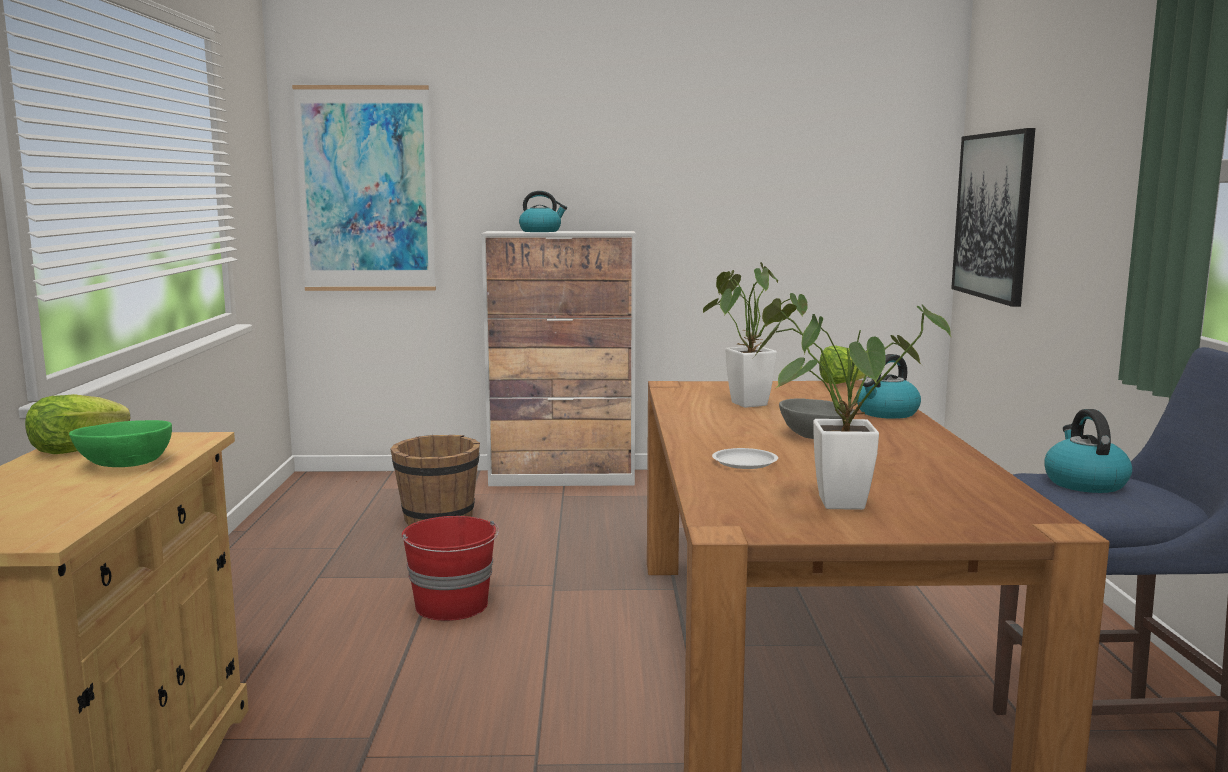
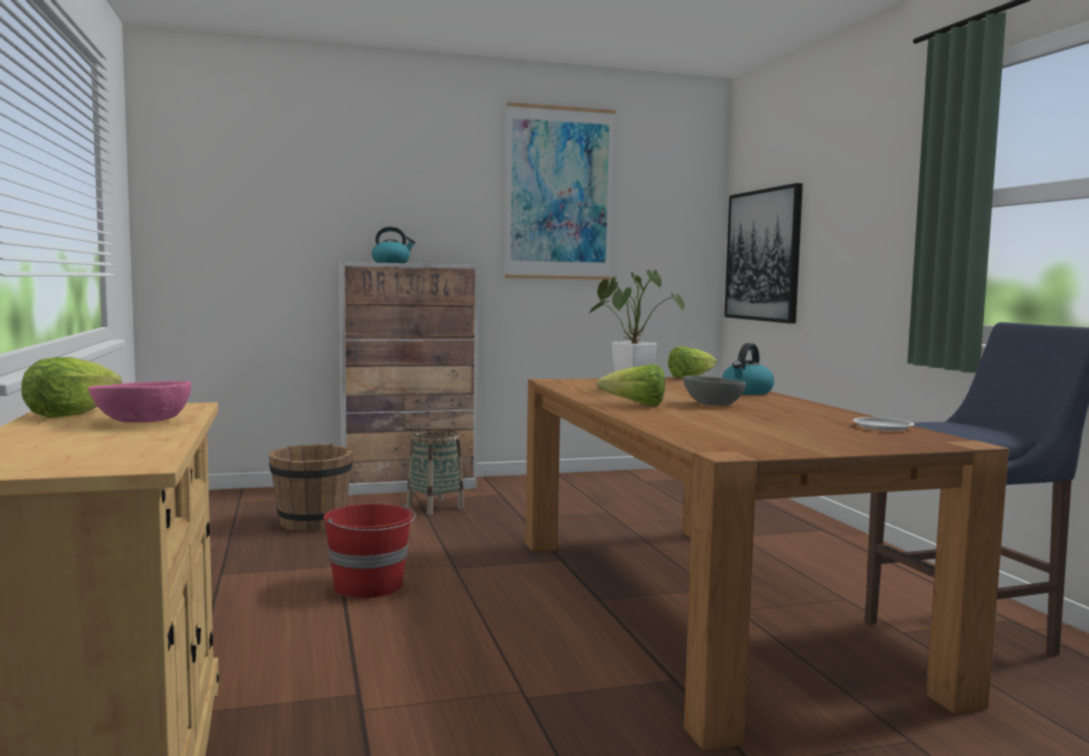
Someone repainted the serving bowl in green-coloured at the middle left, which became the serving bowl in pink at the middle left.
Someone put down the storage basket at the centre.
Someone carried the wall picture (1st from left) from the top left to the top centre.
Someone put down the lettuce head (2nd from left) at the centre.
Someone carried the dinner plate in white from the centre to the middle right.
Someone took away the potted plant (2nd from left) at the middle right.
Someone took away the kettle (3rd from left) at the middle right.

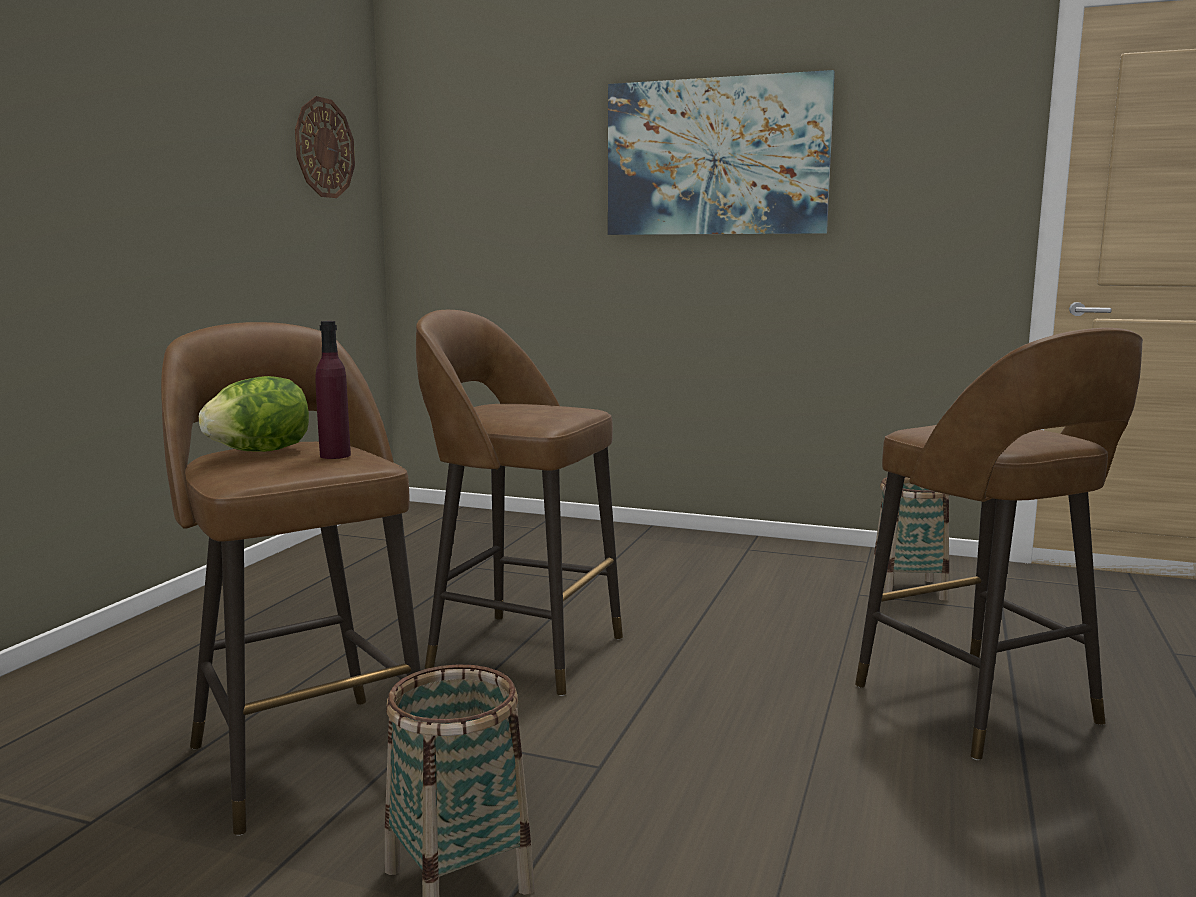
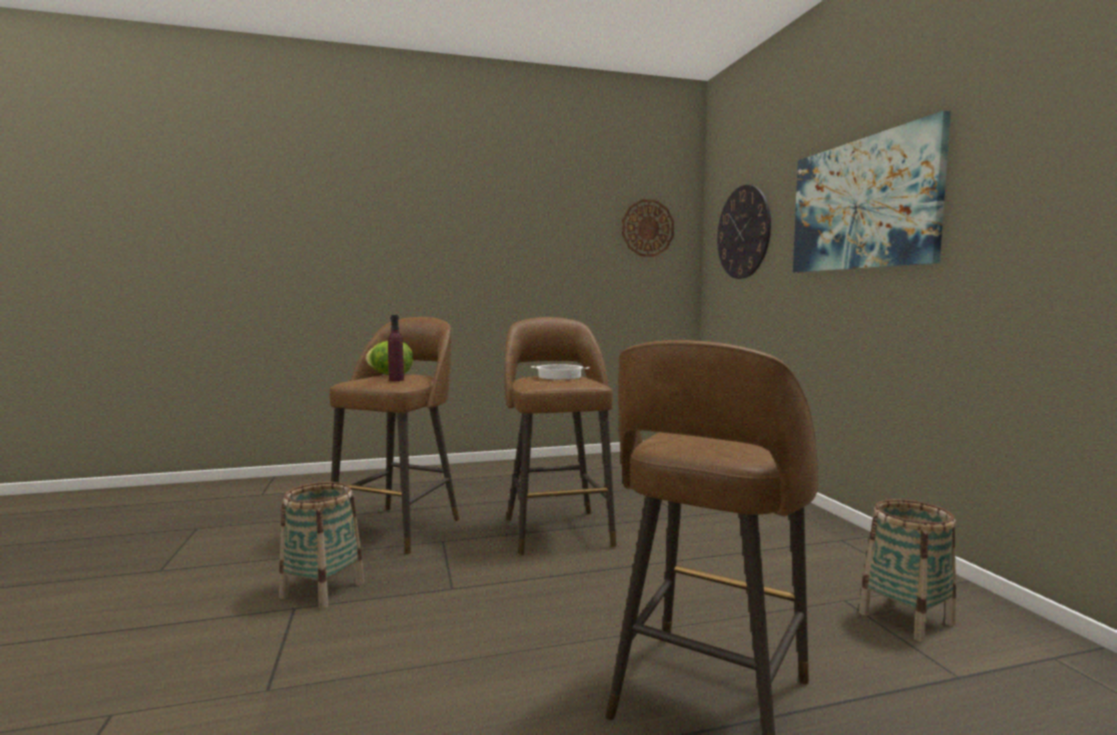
Someone put down the stockpot at the centre.
Someone put up the clock on the wall (2nd from left) at the top centre.

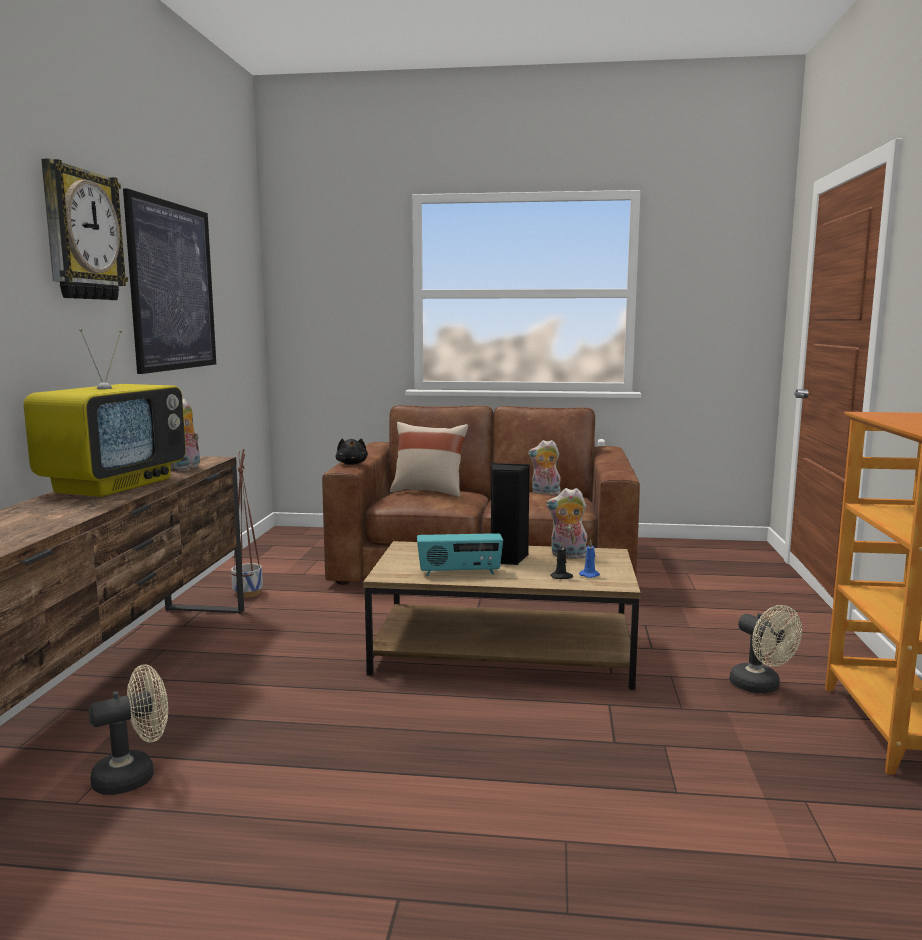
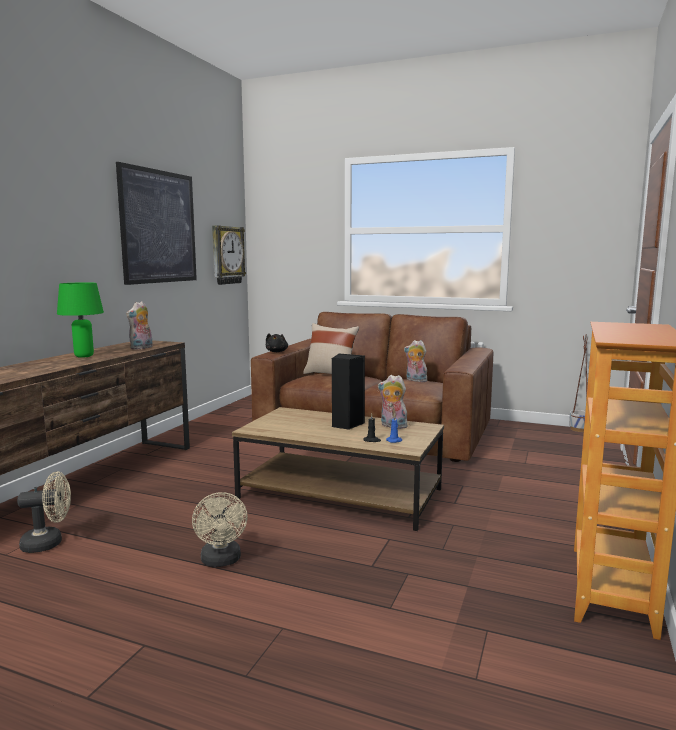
Someone swapped the TV at the middle left for the tabletop lamp in green-coloured at the middle left.
Someone carried the cooling fan in beige (2nd from left) from the bottom right to the bottom left.
Someone carried the clock on the wall from the top left to the centre.
Someone carried the plant pot from the middle left to the middle right.
Someone took away the radio receiver at the centre.

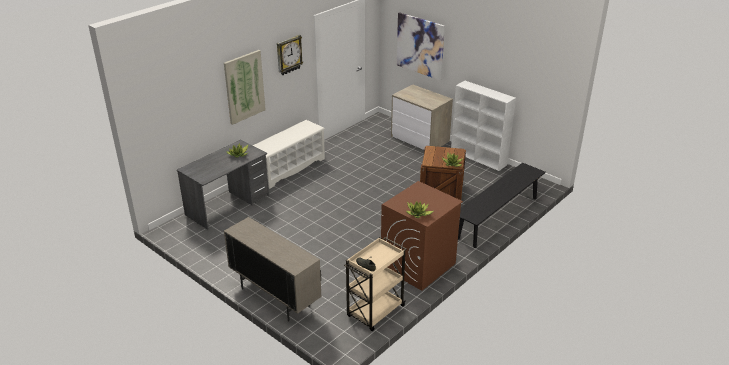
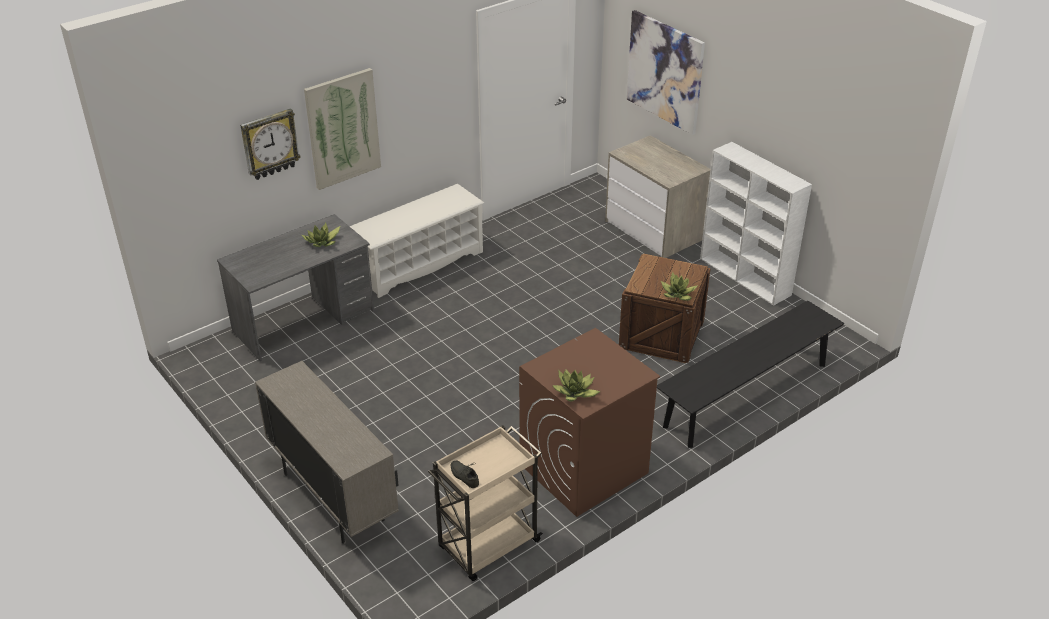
Someone carried the clock on the wall from the top centre to the top left.

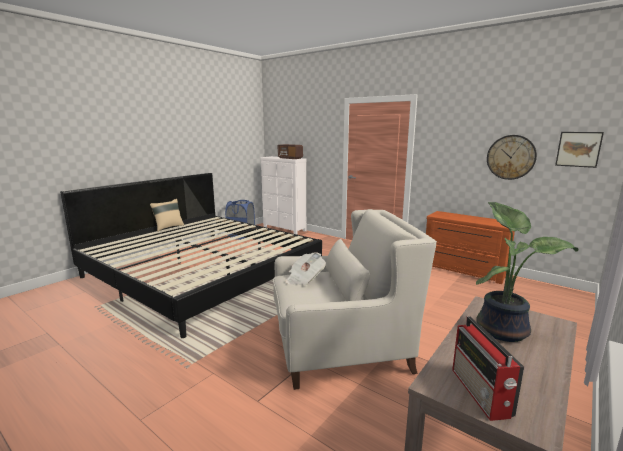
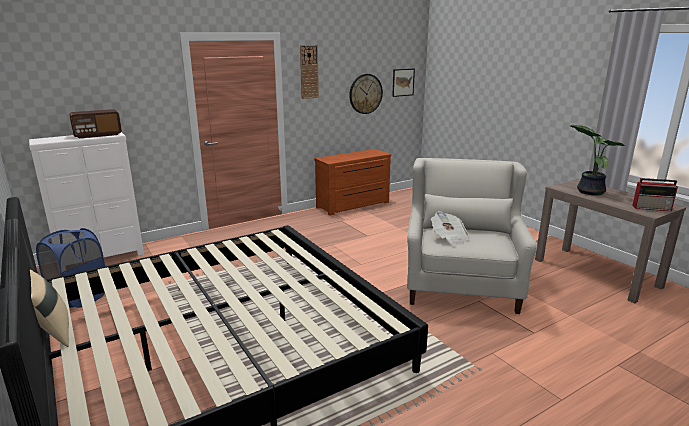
Someone put up the clock on the wall (1st from left) at the top centre.

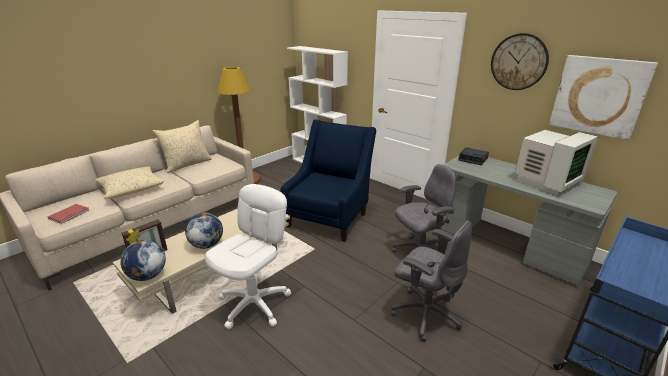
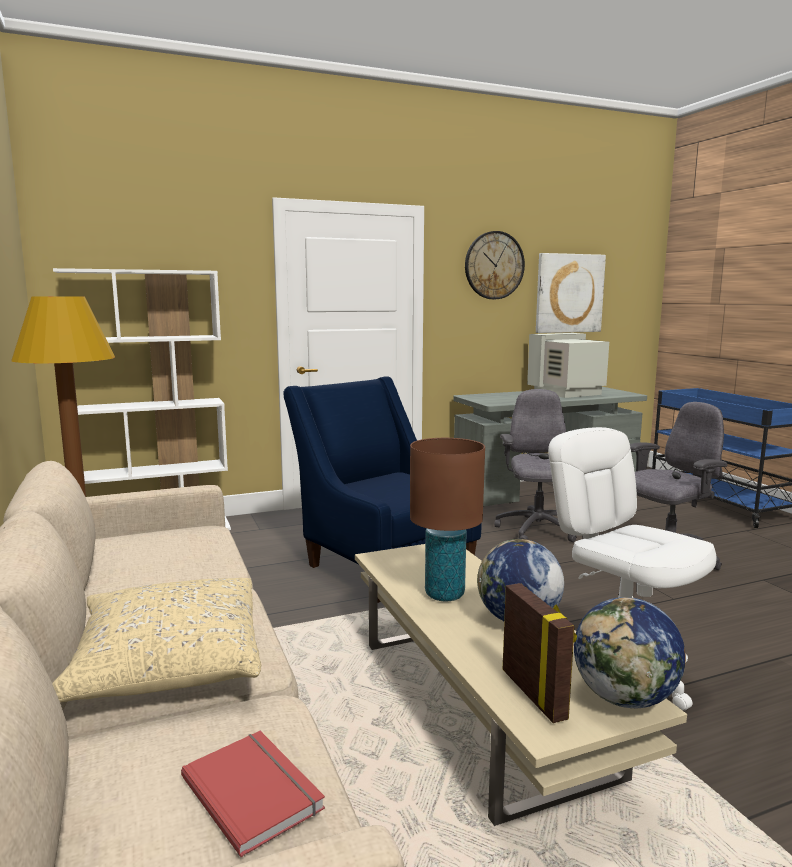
Someone put down the tabletop lamp in brown at the centre.
Someone rotated the monitor at the middle right by 105 degrees counterclockwise.
Someone took away the cushion in beige (2nd from left) at the middle left.
Someone took away the bedside clock at the middle right.

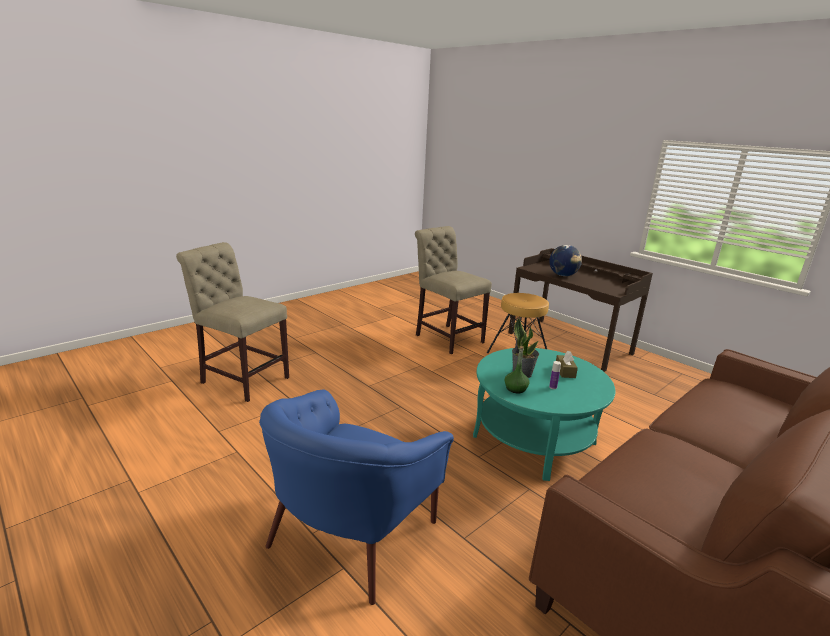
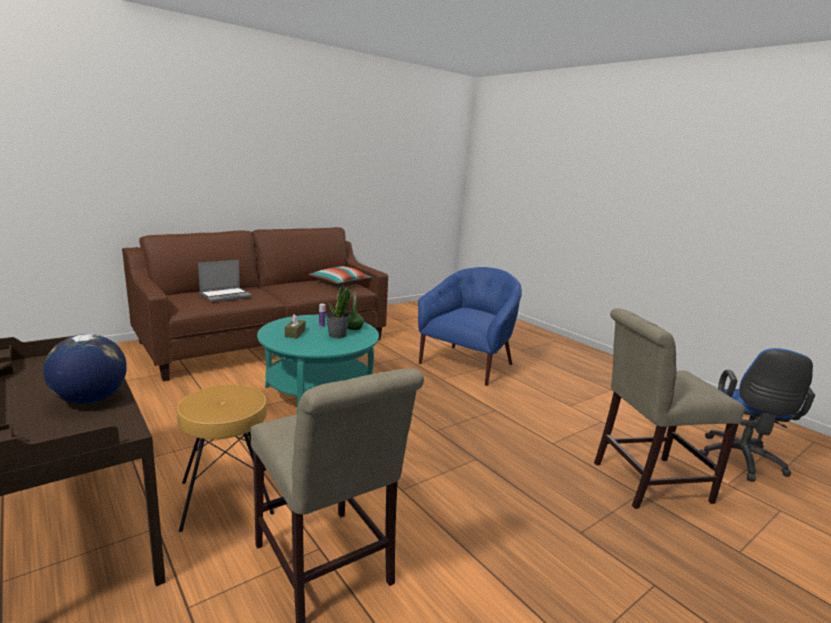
Someone put down the portable computer at the middle left.
Someone put down the cushion at the centre.
Someone rotated the plain chair in beige (1st from left in the first image) at the middle left by 135 degrees clockwise.
Someone put down the computer chair in blue-coloured at the middle right.

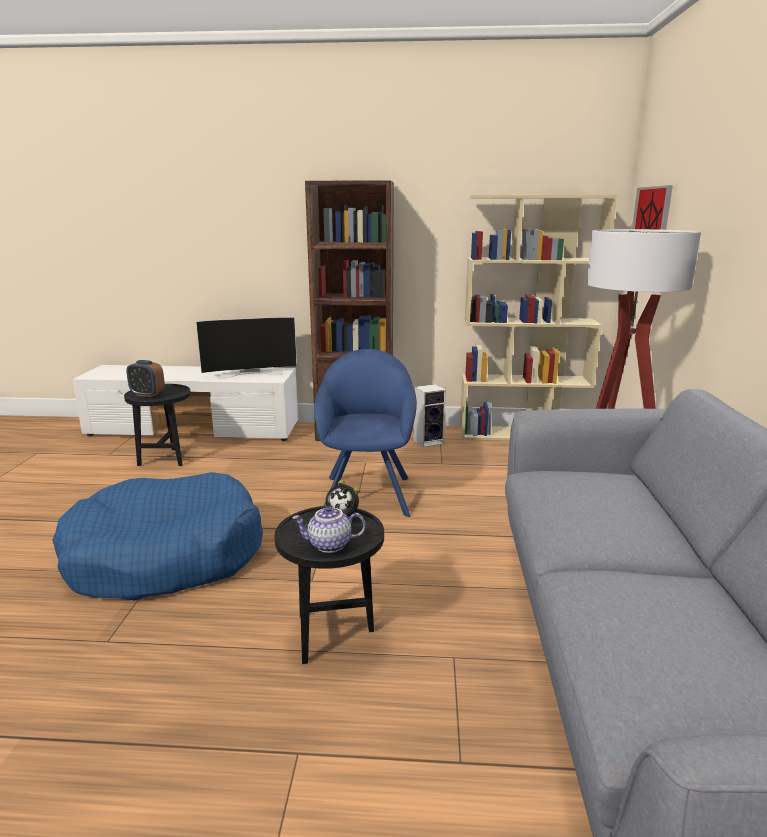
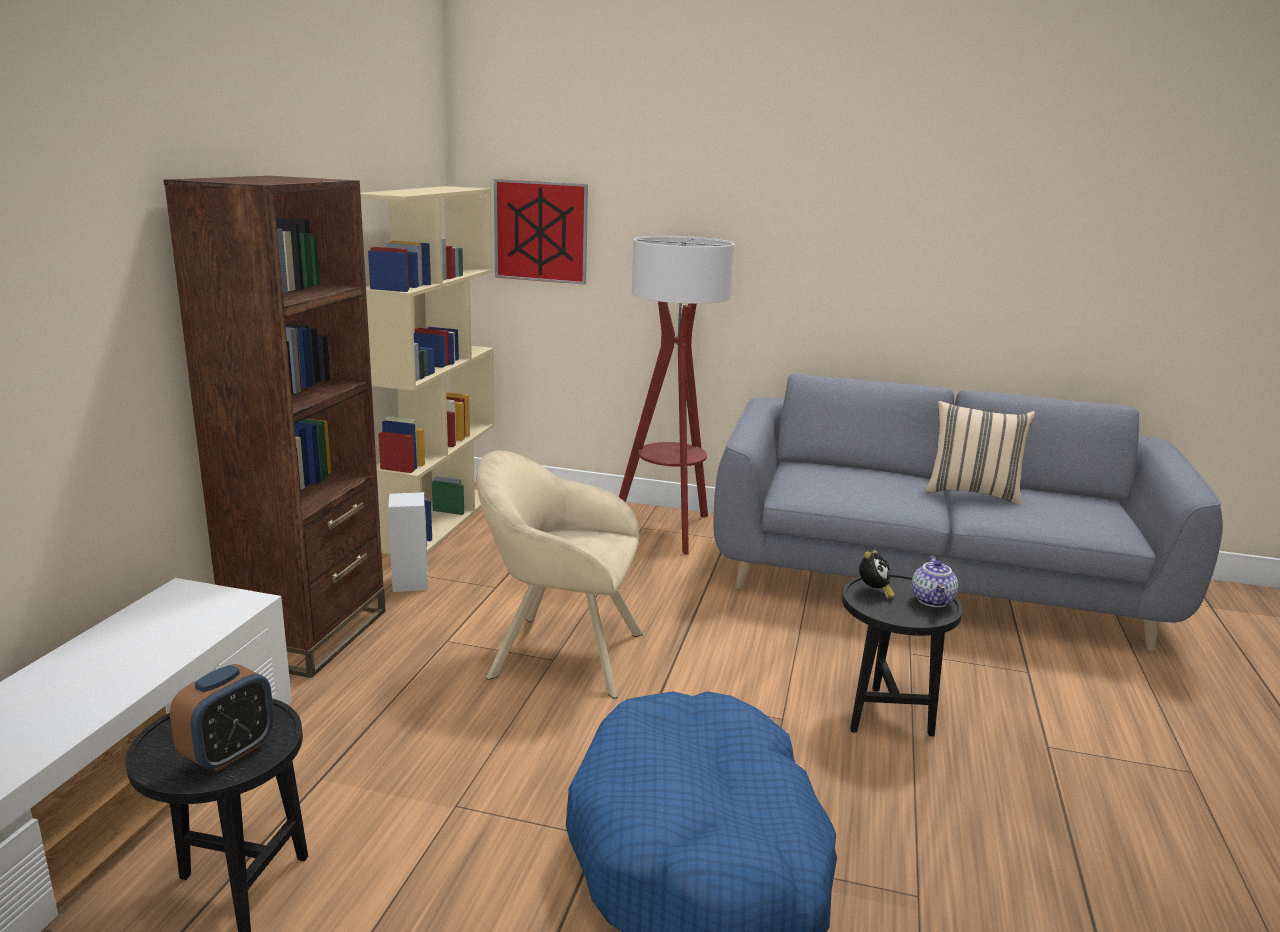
Someone repainted the armchair in blue-coloured at the centre, which became the armchair in beige at the centre.
Someone put down the cushion in beige at the middle right.
Someone took away the TV at the middle left.

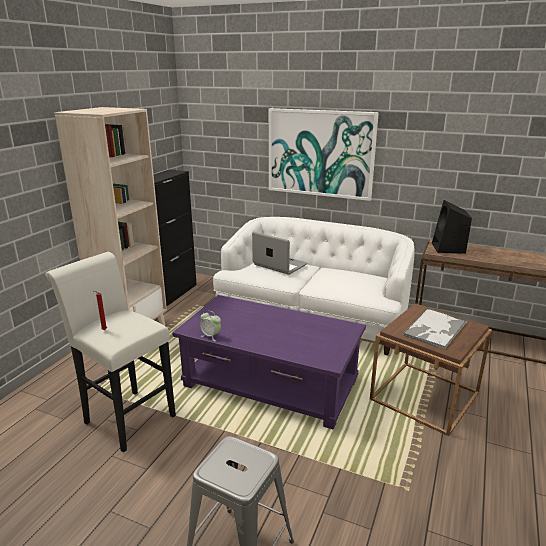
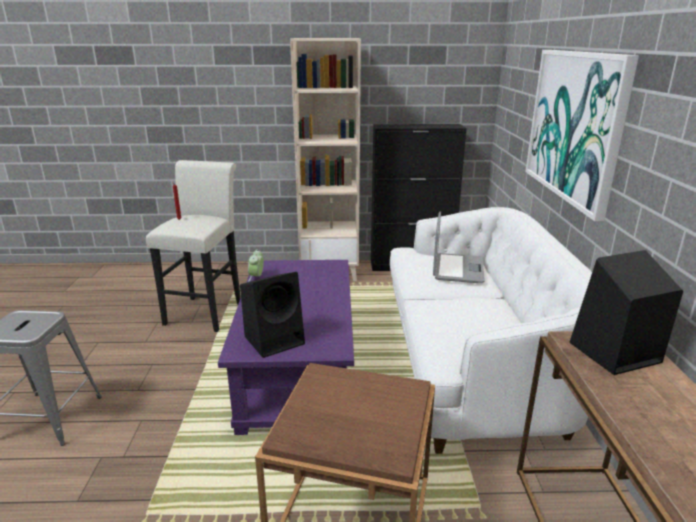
Someone put down the audio speaker in black-coloured (1st from left) at the centre.
Someone took away the tray at the middle right.

